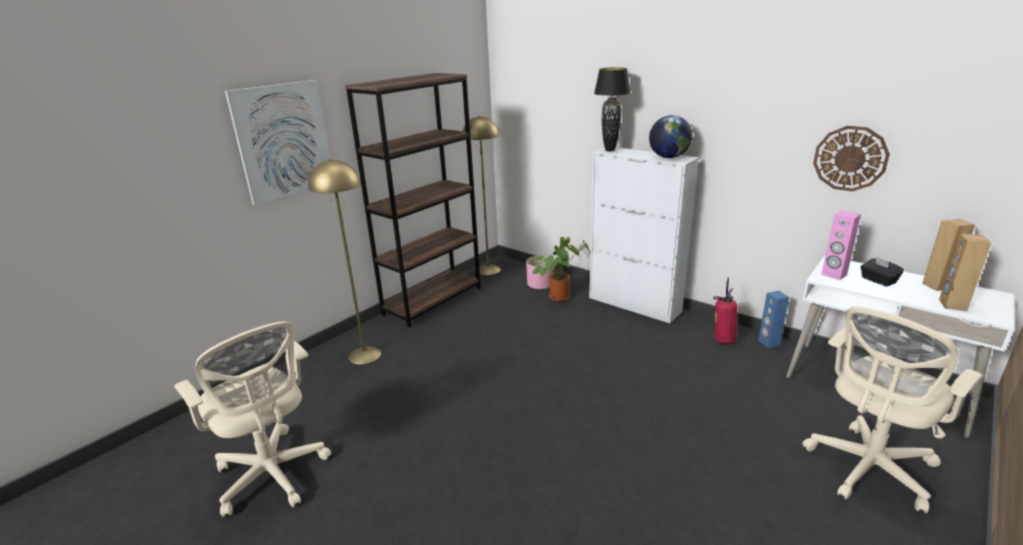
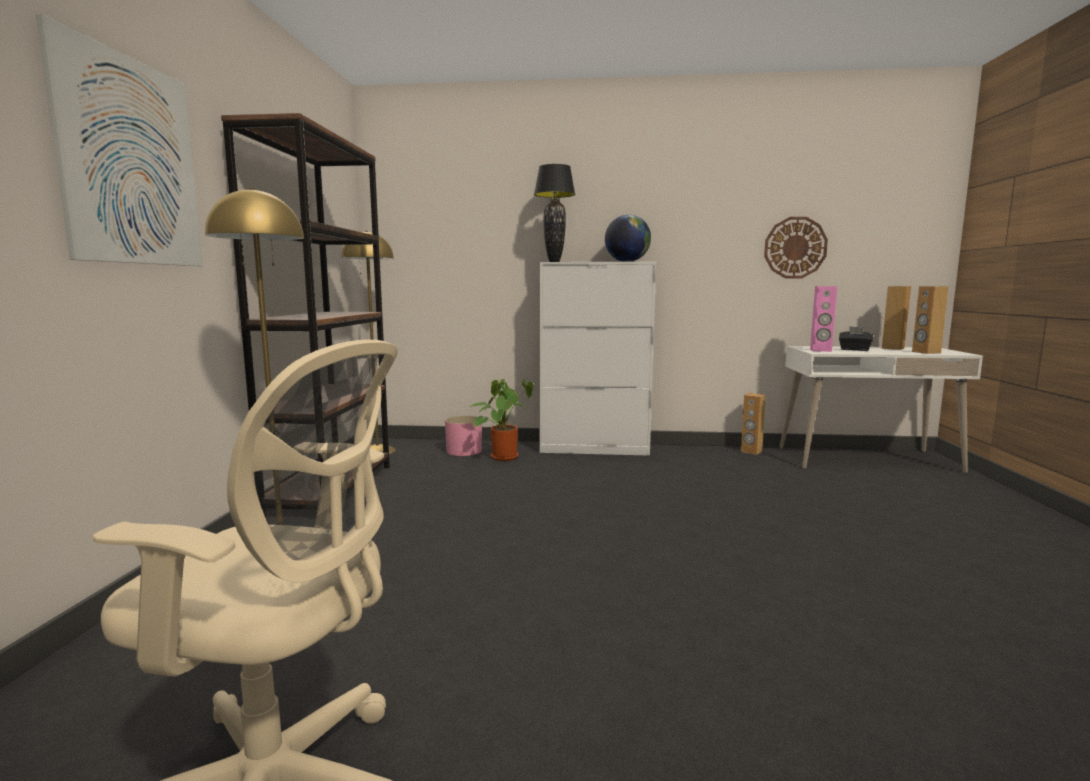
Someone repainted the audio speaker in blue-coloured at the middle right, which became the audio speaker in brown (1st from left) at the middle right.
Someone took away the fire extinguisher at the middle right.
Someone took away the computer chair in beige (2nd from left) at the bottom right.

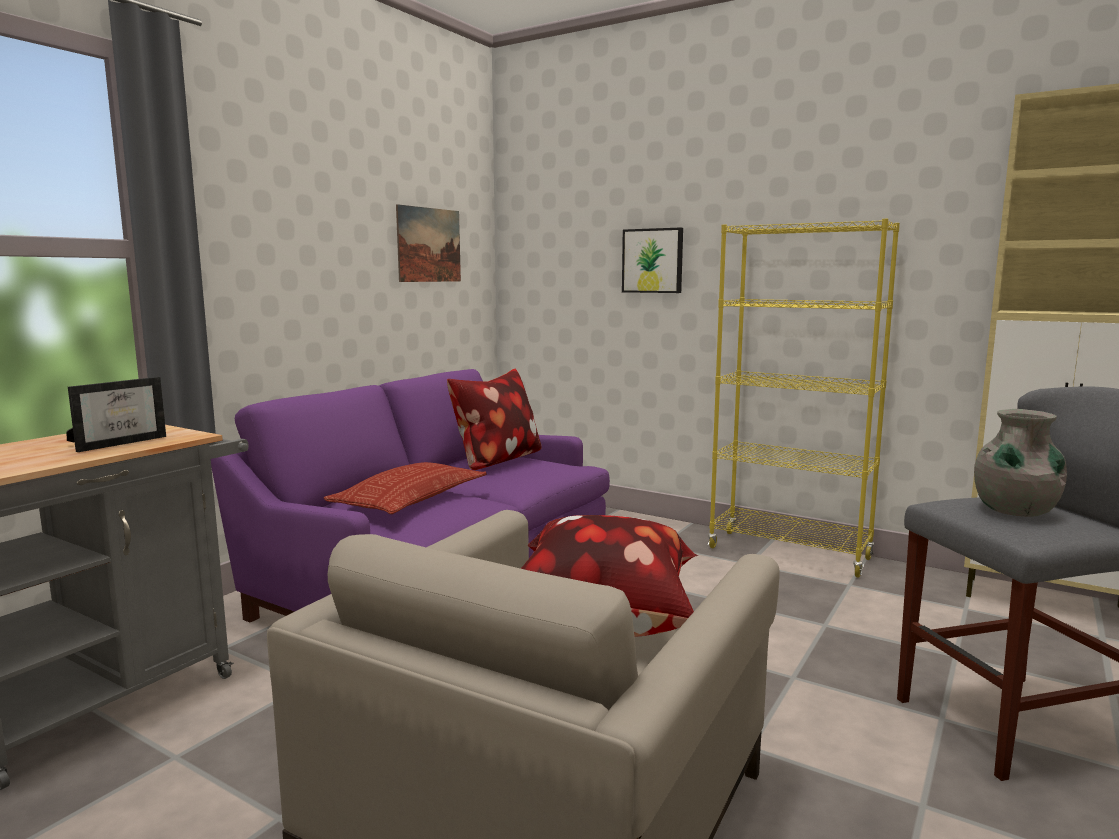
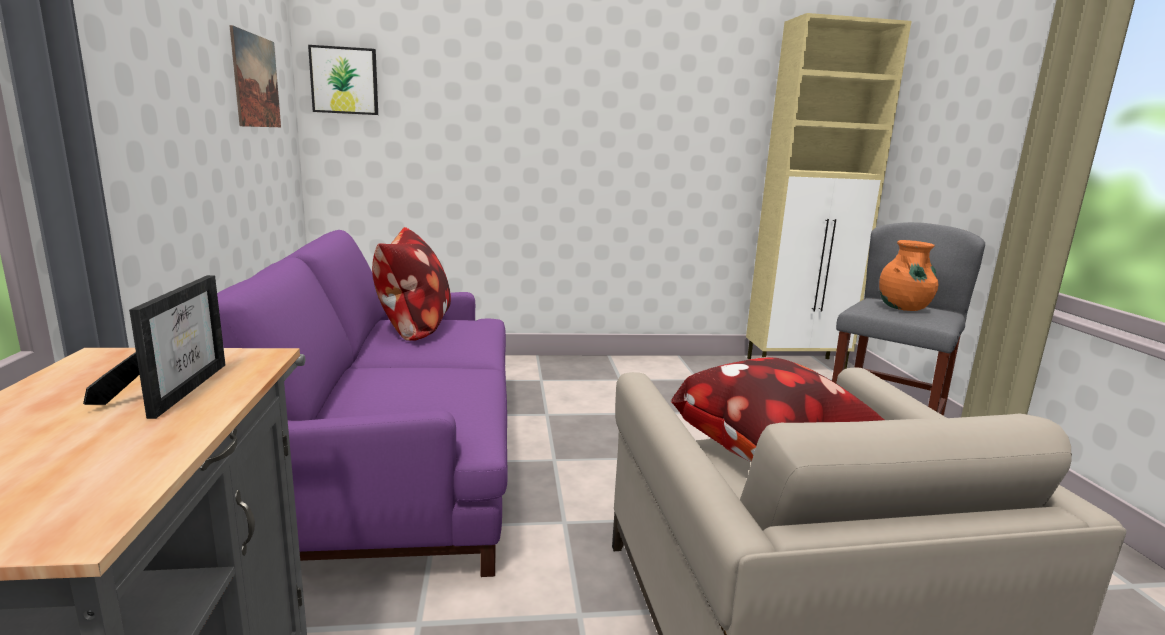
Someone carried the wall picture (2nd from left) from the top centre to the top left.
Someone repainted the decorative vase in grey at the middle right, which became the decorative vase in orangey at the middle right.
Someone took away the cushion (1st from left) at the centre.
Someone took away the bookshelf in yellowish at the middle right.

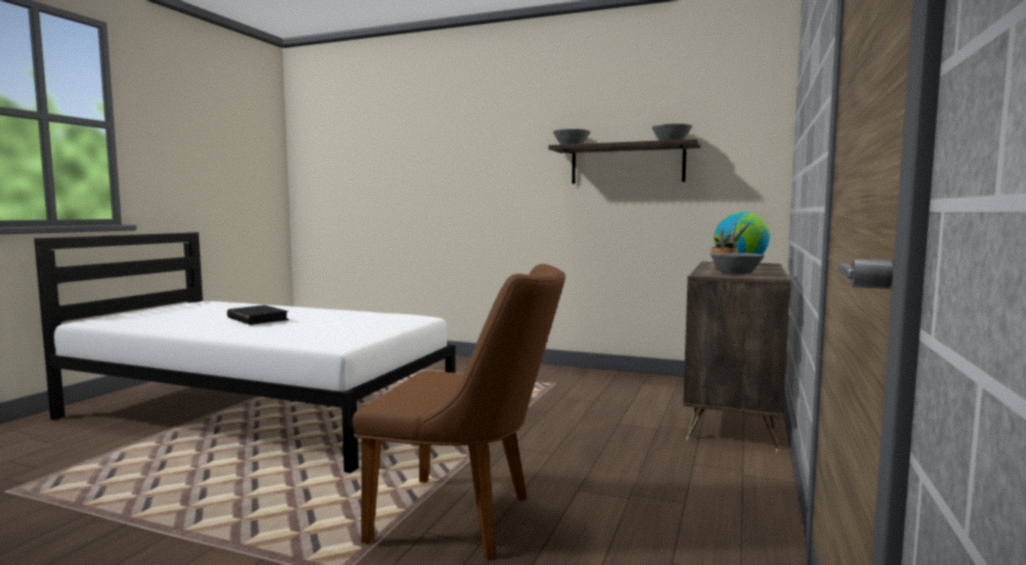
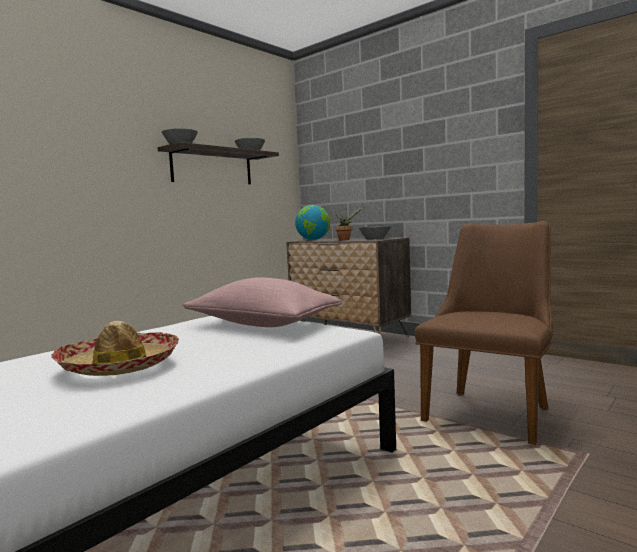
Someone swapped the bound book in black-coloured at the middle left for the hat at the middle left.
Someone put down the cushion in pink at the centre.

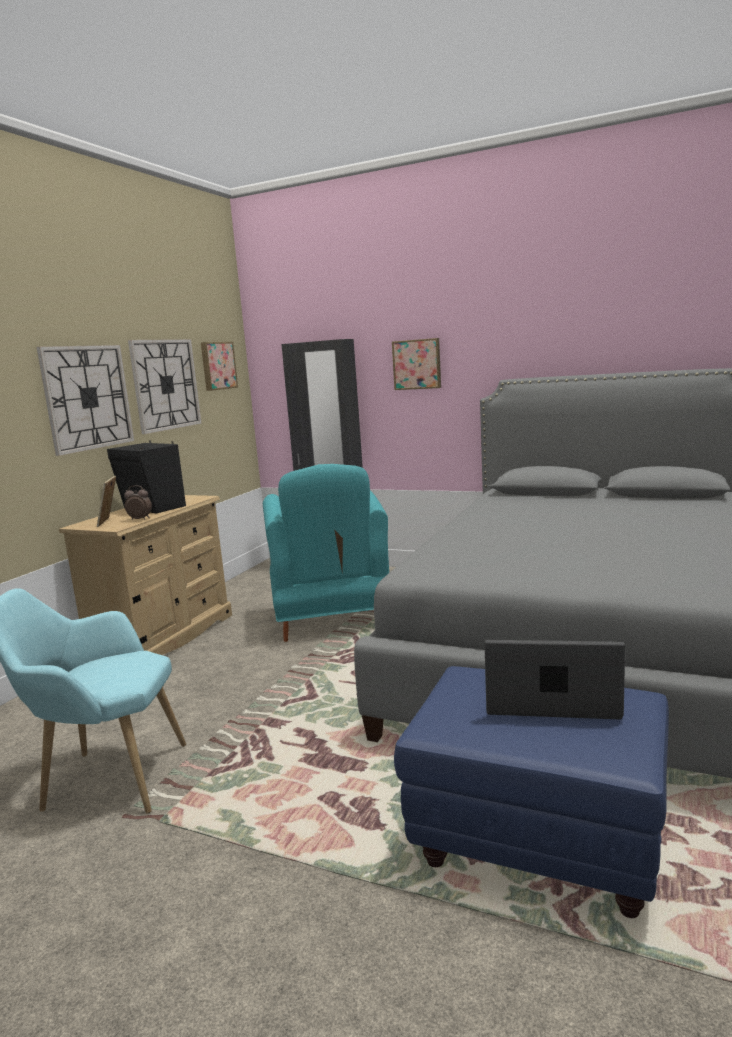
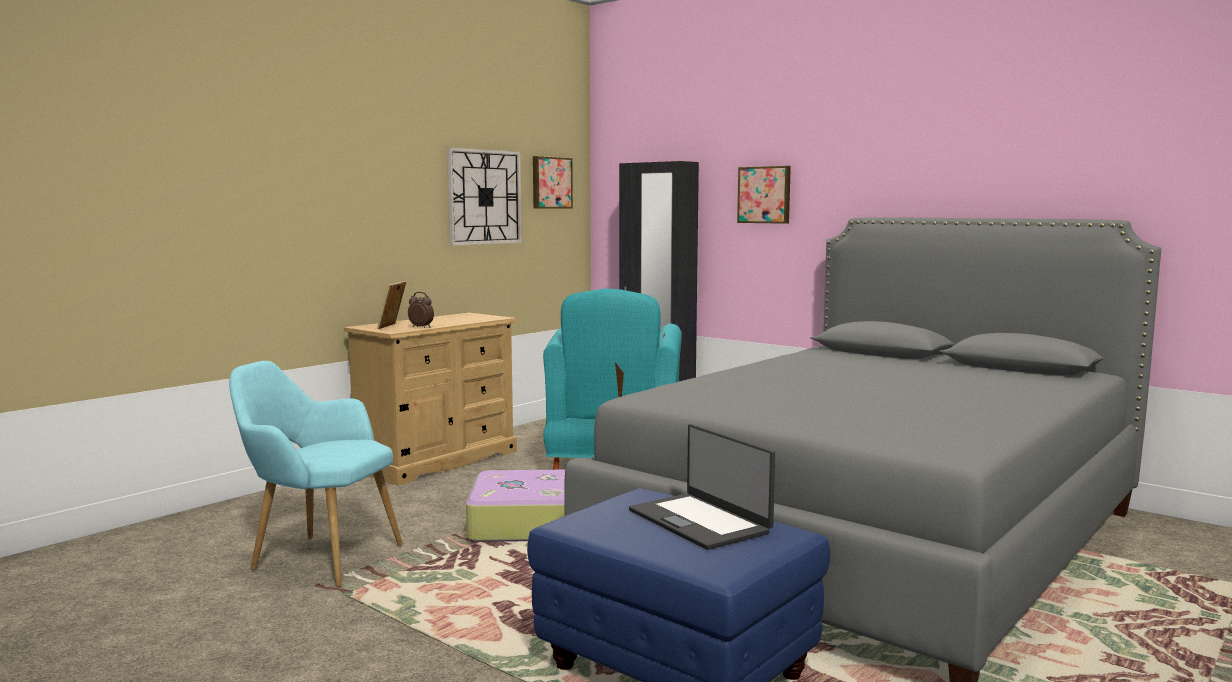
Someone put down the piece of luggage at the bottom centre.
Someone rotated the portable computer at the middle right by 150 degrees counterclockwise.
Someone took away the clock on the wall (1st from left) at the middle left.
Someone took away the audio speaker in black-coloured at the middle left.

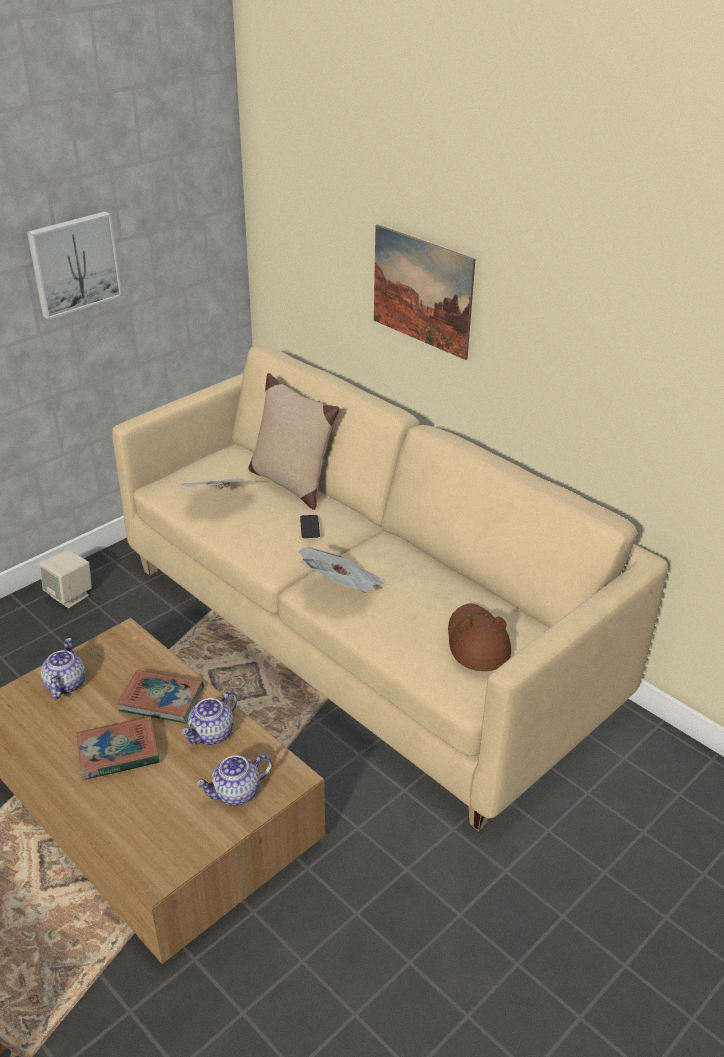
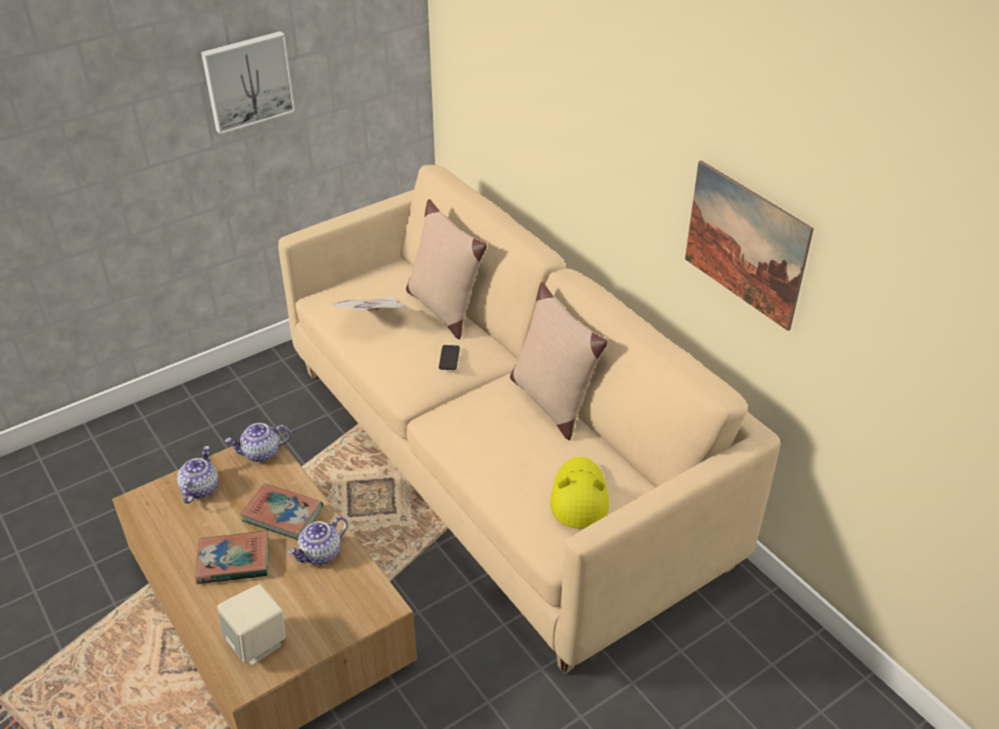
Someone carried the audio speaker in beige from the middle left to the bottom left.
Someone carried the tea pot (3rd from left in the first image) from the bottom left to the middle left.
Someone put down the cushion in beige (2nd from left) at the centre.
Someone repainted the hat in brown at the centre, which became the hat in yellowish at the bottom centre.
Someone carried the wall picture (2nd from left) from the top centre to the middle right.
Someone took away the newspaper (2nd from left) at the centre.

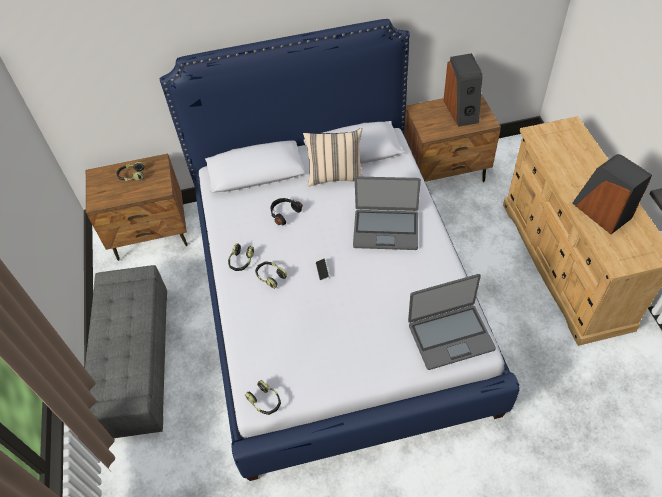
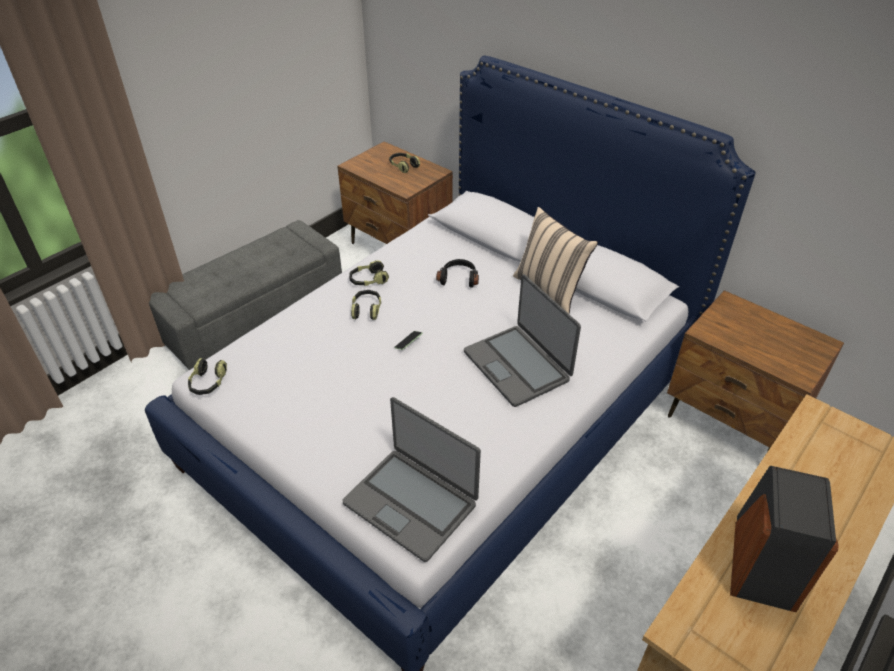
Someone took away the audio speaker (1st from left) at the top right.

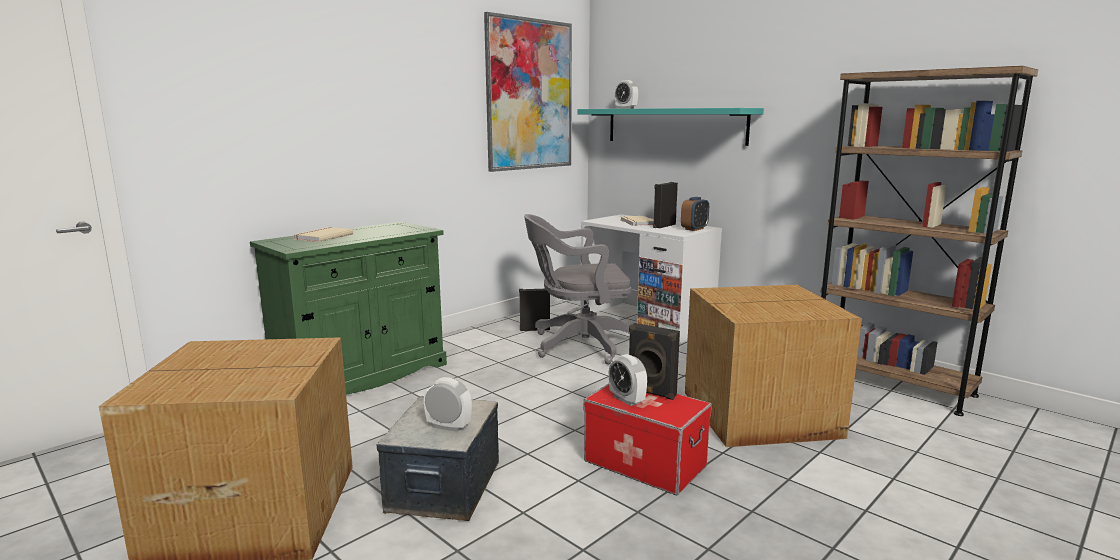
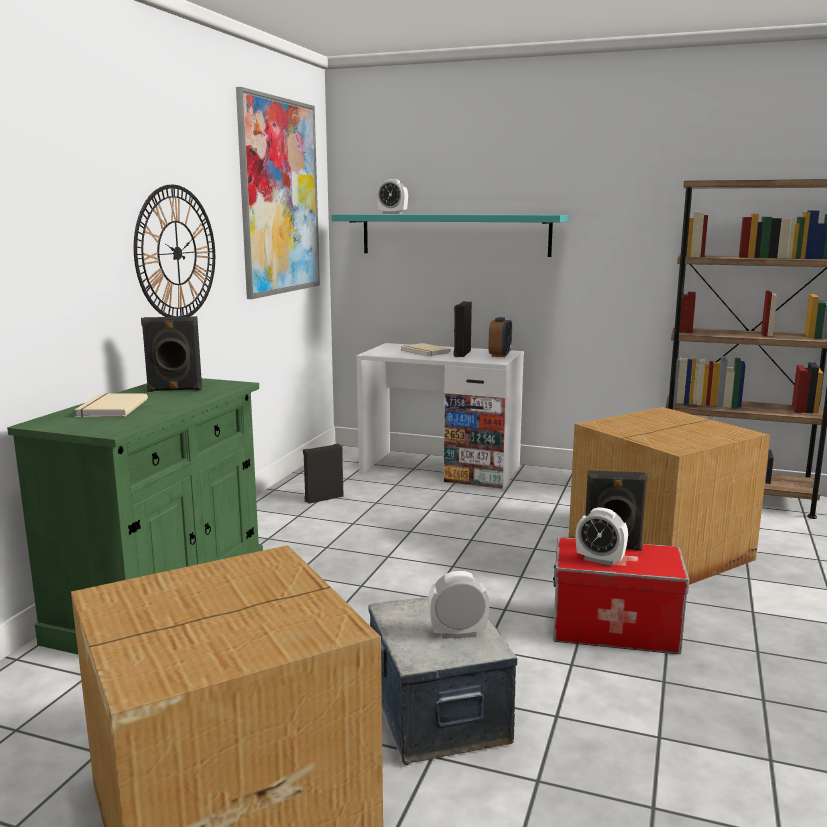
Someone put up the clock on the wall at the top left.
Someone put down the audio speaker in black-coloured (1st from left) at the middle left.
Someone took away the computer chair in grey at the centre.

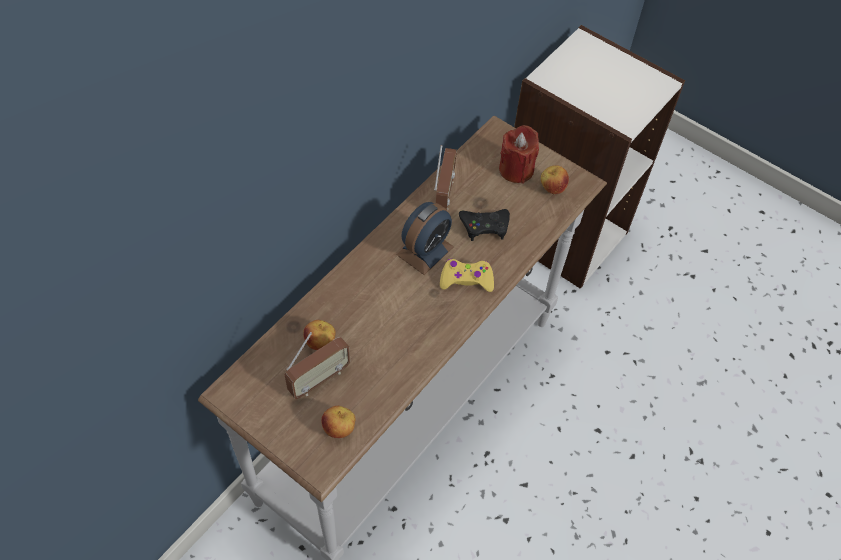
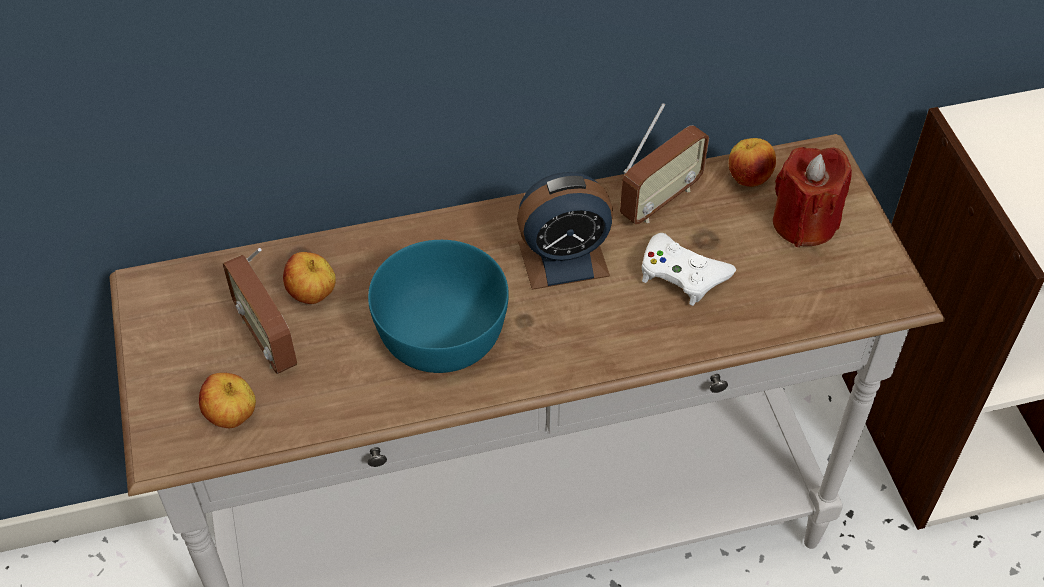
Someone rotated the radio receiver (1st from left) at the centre by 60 degrees clockwise.
Someone put down the serving bowl in blue-green at the centre.
Someone repainted the gamepad in black-coloured at the centre, which became the gamepad in white at the centre.
Someone carried the whole apple (3rd from left) from the top centre to the top right.
Someone took away the gamepad in yellowish at the centre.

